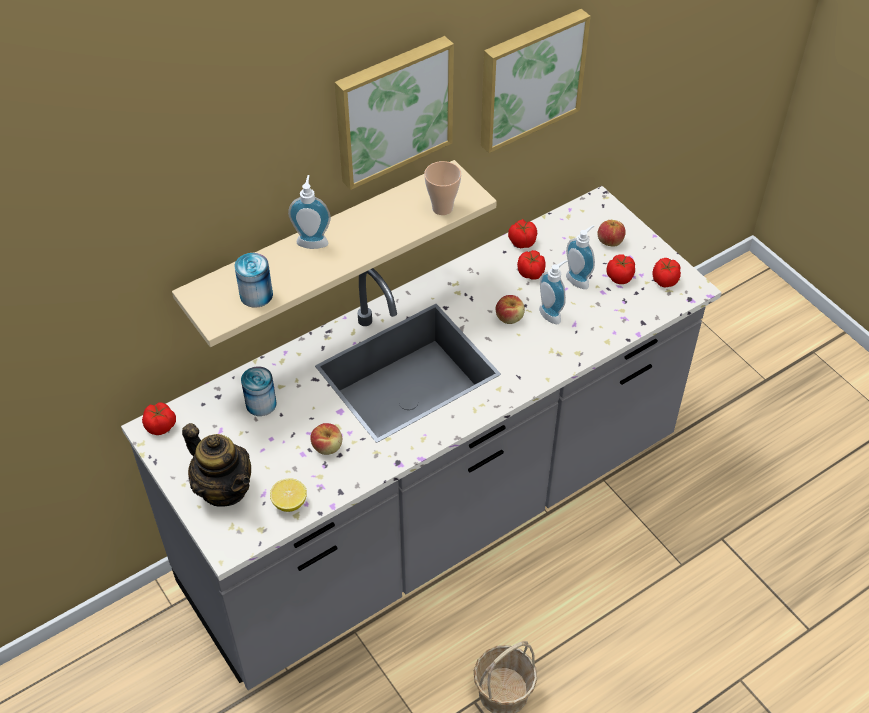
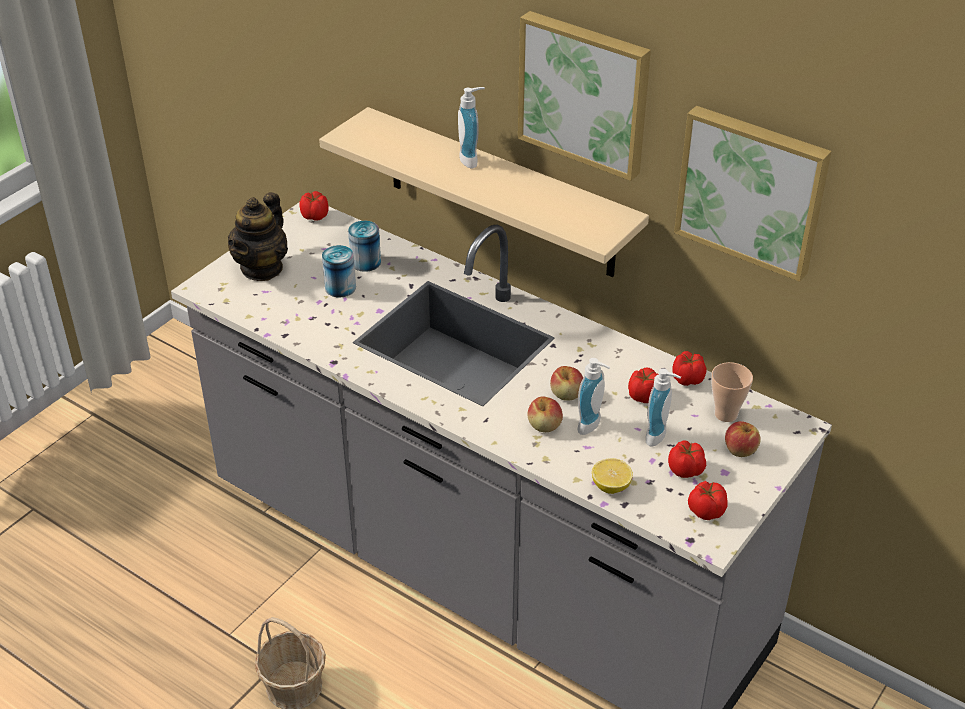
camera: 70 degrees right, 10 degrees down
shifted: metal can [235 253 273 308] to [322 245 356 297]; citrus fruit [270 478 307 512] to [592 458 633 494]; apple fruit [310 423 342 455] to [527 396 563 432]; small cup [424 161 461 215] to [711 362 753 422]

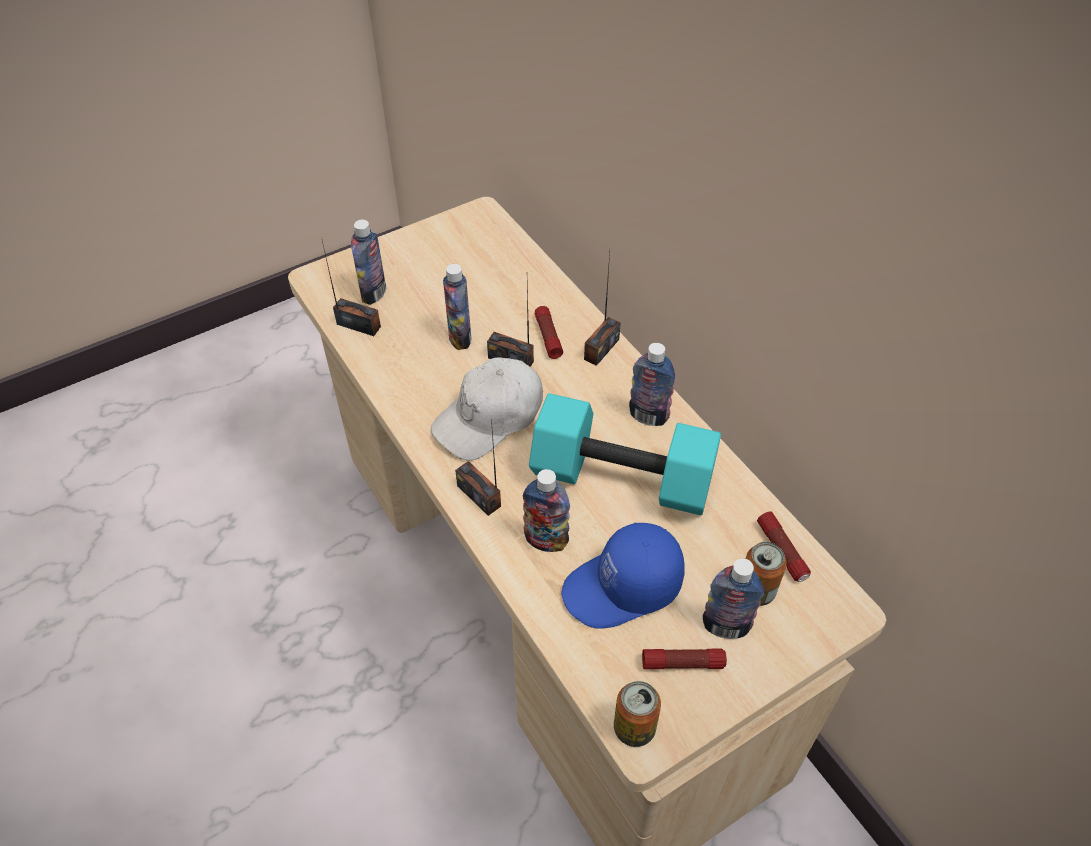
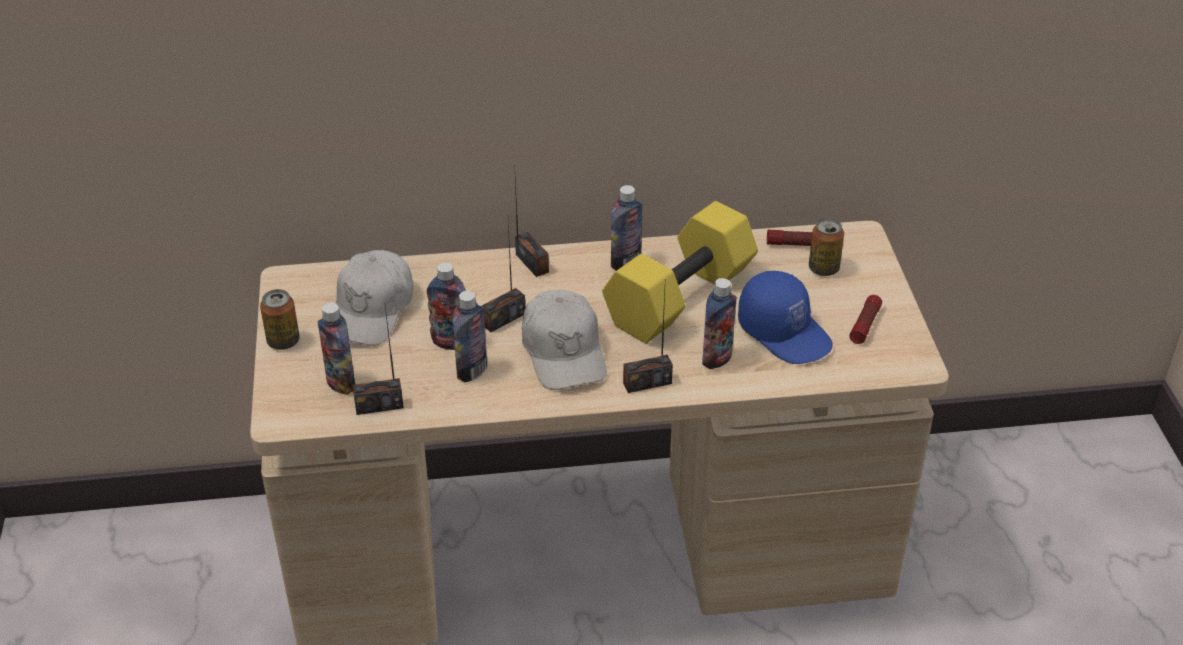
camera: 65 degrees left, 10 degrees down
gone: hand torch [535 306 563 359]
new: cap/white [335 250 413 346]
shifted: metal can [614 681 661 747] to [260 289 300 350]; drink bottle [702 558 764 639] to [453 291 487 382]
repainted: dumbbell/turquoise-coloured [529 393 721 515] to dumbbell/yellowish [602 201 758 344]
rotated: radio set [321 237 381 336] = [352 307 404 415] 150 degrees counterclockwise; cap/blue [561 523 684 629] = [738 271 833 364] 45 degrees counterclockwise

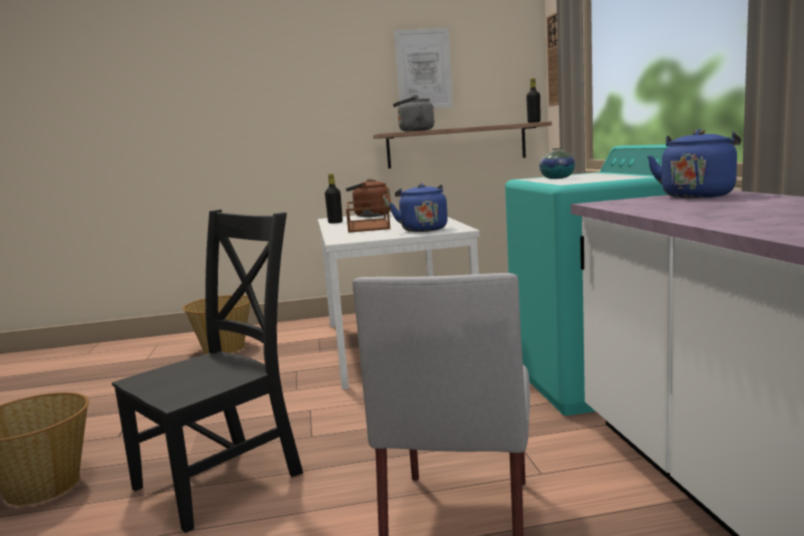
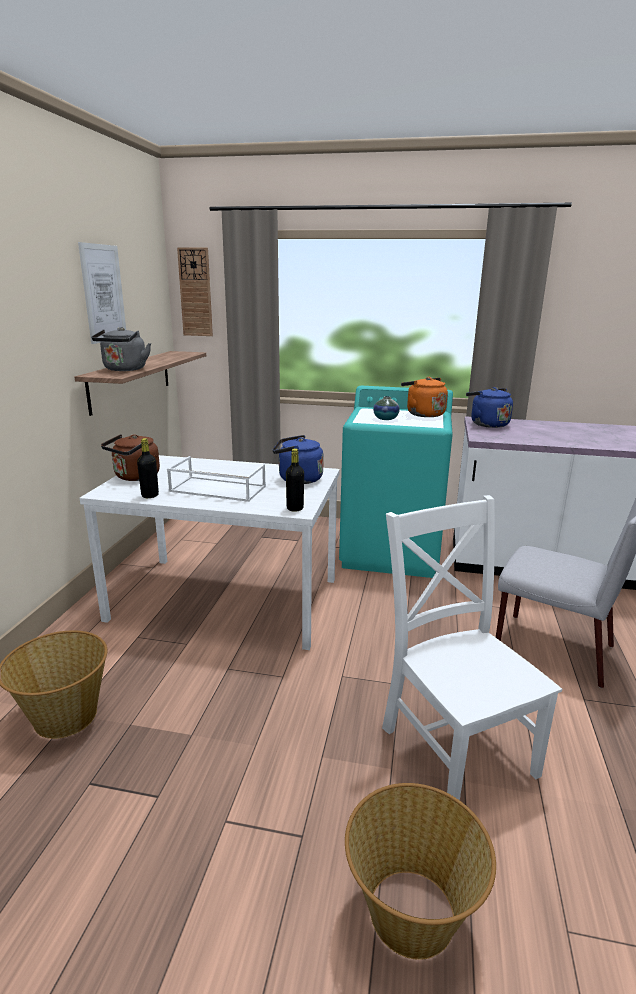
camera: 70 degrees left, 10 degrees up
new: water kettle/orangey [401 377 448 417]
shifted: drink bottle/black [526 78 541 123] to [286 448 304 512]
repainted: upright chair/black [112 210 303 533] to upright chair/white [382 495 562 800]; carrying tray/brownish [346 199 390 233] to carrying tray/white [167 456 266 502]

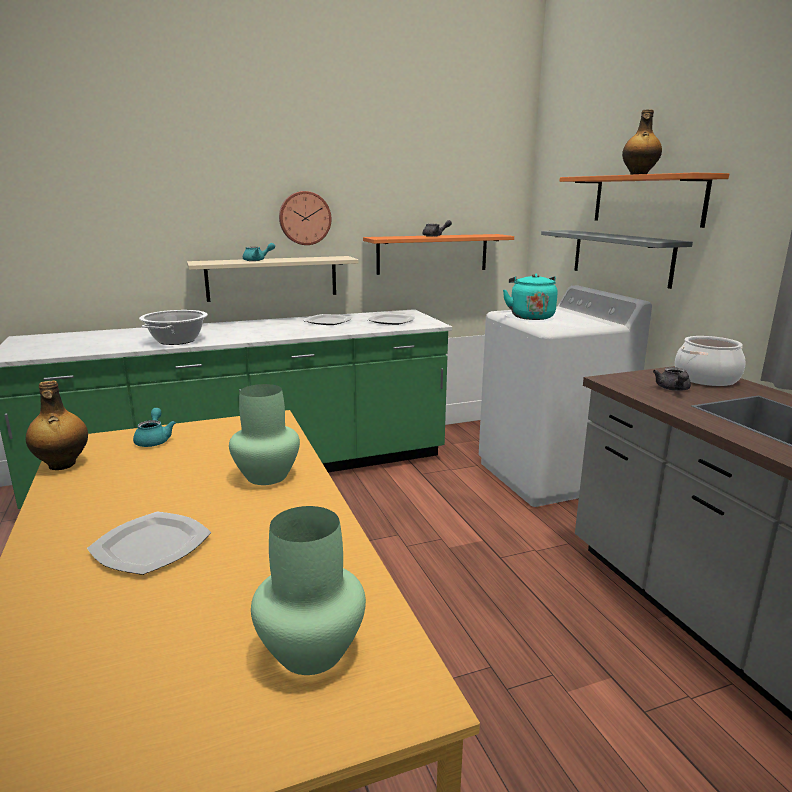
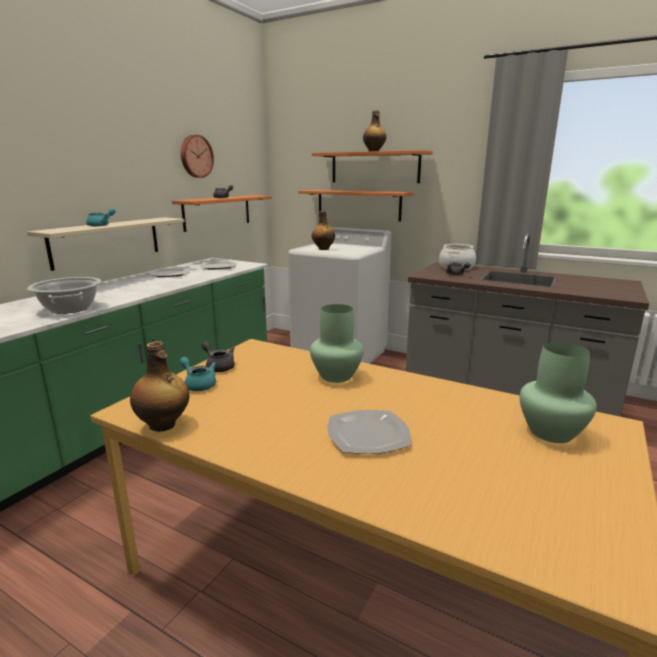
camera: 40 degrees left, 0 degrees up
new: tea pot/gray [202 341 235 372]
shifted: wall clock [279 191 331 245] to [181 135 214 178]
swapped: water kettle/turquoise-coloured [503 274 558 320] to drink bottle [312 211 335 250]
repainted: shelf/gray [541 230 693 289] to shelf/orangey [298 190 413 222]

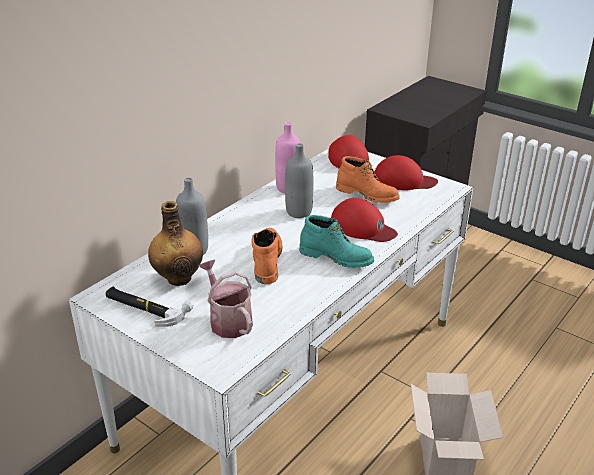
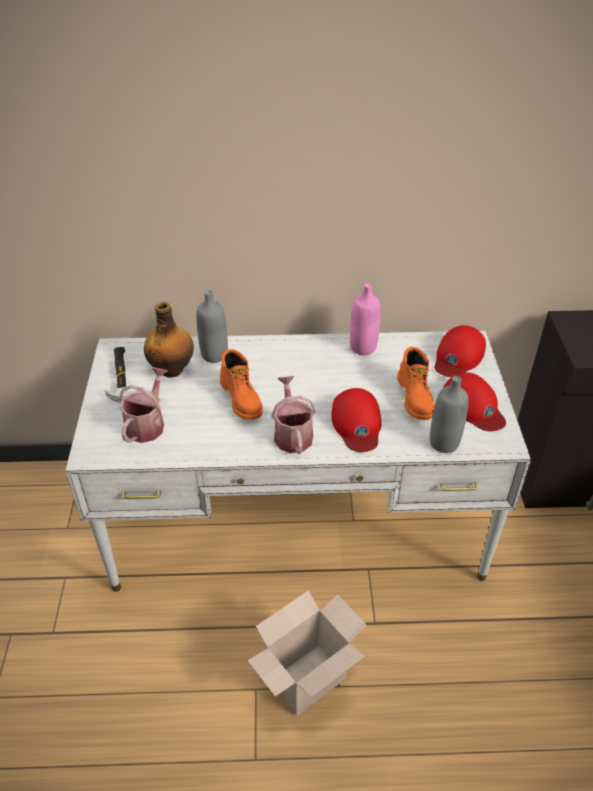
camera: 50 degrees right, 10 degrees up
shifted: drink bottle/gray [285 143 313 218] to [430 376 469 453]
swapped: tall boot/turquoise-coloured [299 215 374 268] to watering can [271 376 316 454]
rotated: tall boot/orangey [251 228 283 284] = [220 349 263 420] 105 degrees clockwise

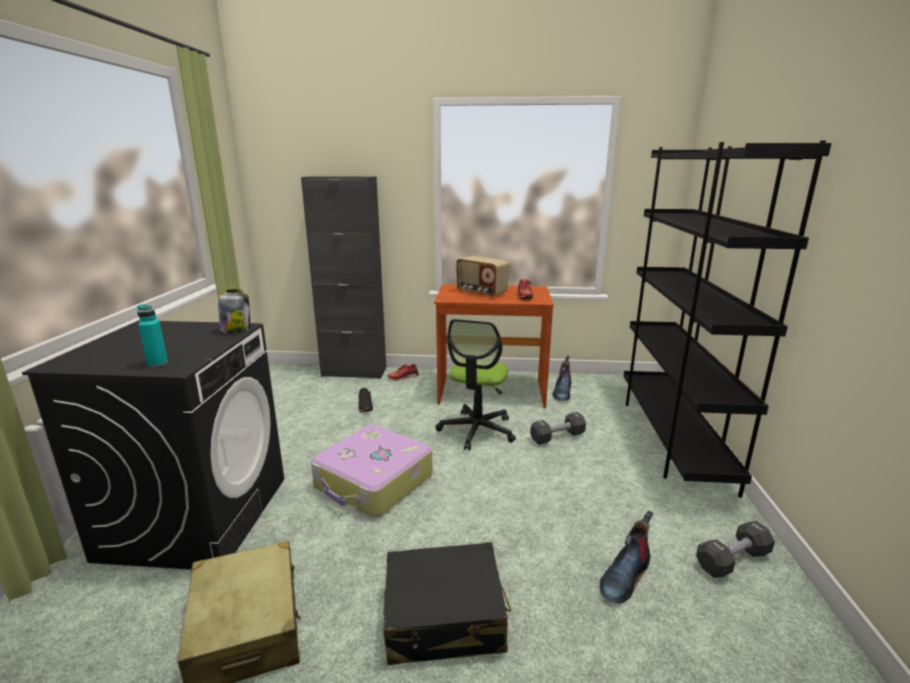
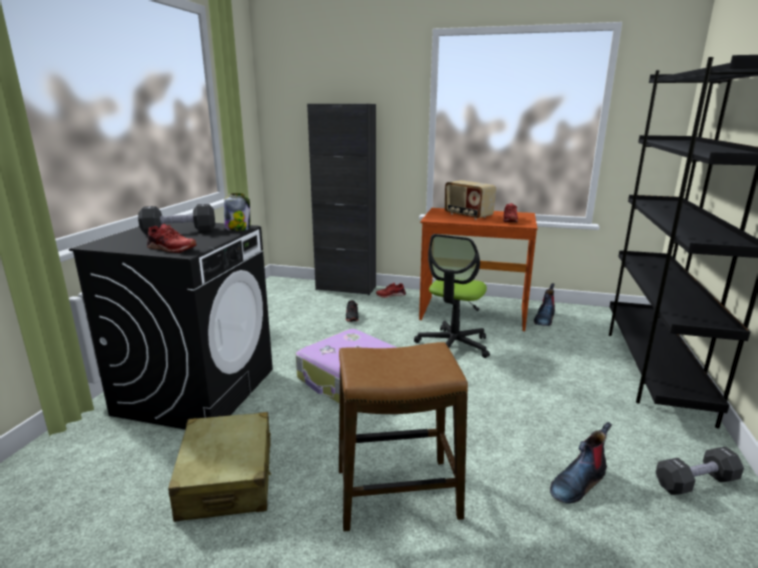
camera: 10 degrees right, 0 degrees up
shifted: dumbbell/black [530 412 586 445] to [138 204 215 235]
swapped: drink bottle/turquoise-coloured [137 304 168 367] to item of footwear/red-coloured [147 224 196 253]; travel case/black [383 542 511 665] to stool seat [339 342 468 531]

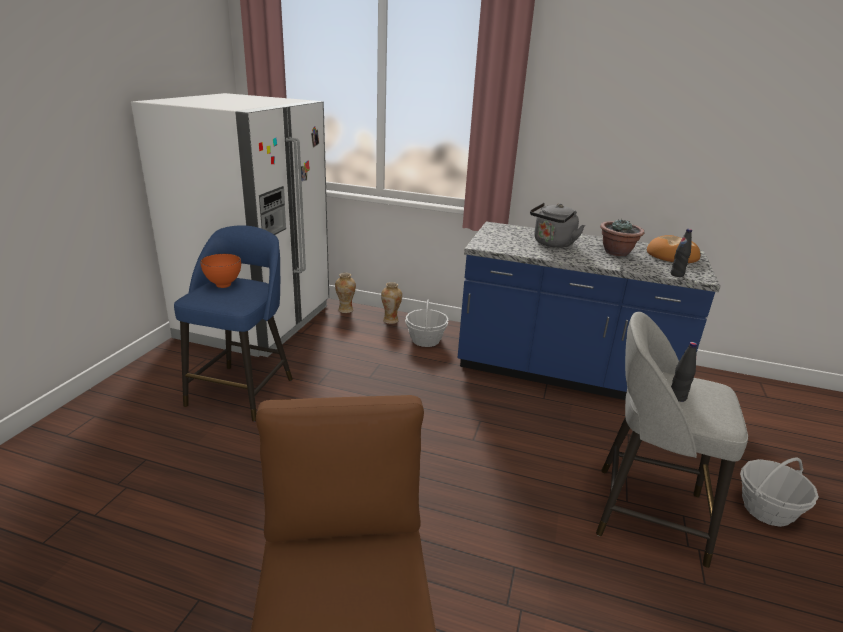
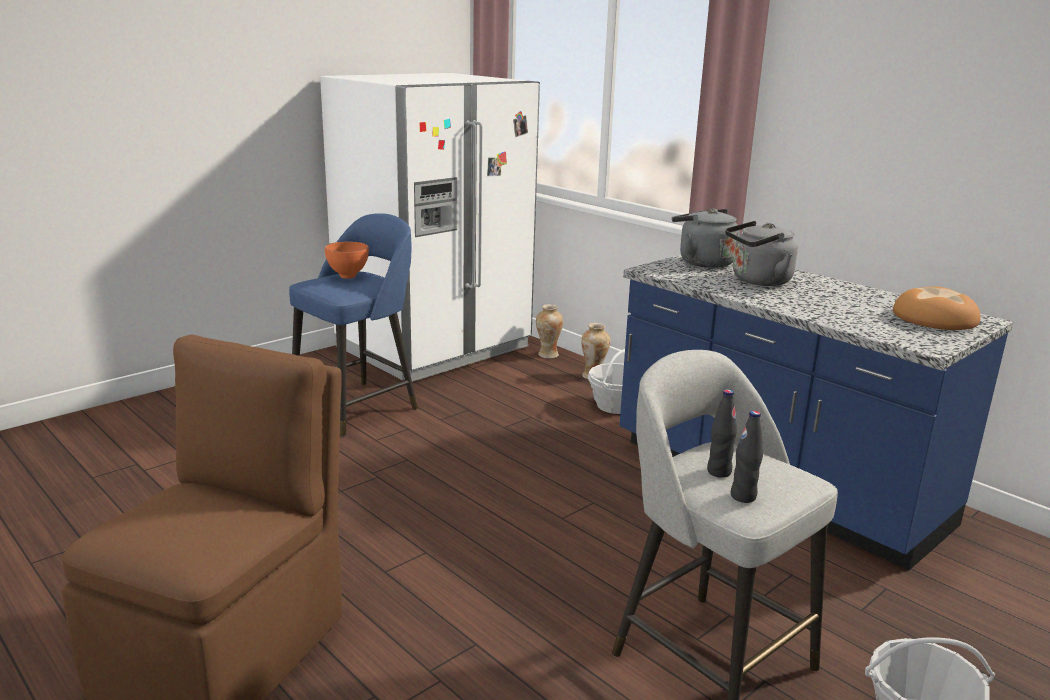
camera: 30 degrees right, 5 degrees down
gone: plant in a pot [600 219 645 256]
new: water kettle/gray [672 208 740 268]
shifted: drink bottle/black [670 229 692 277] to [731 411 763 503]

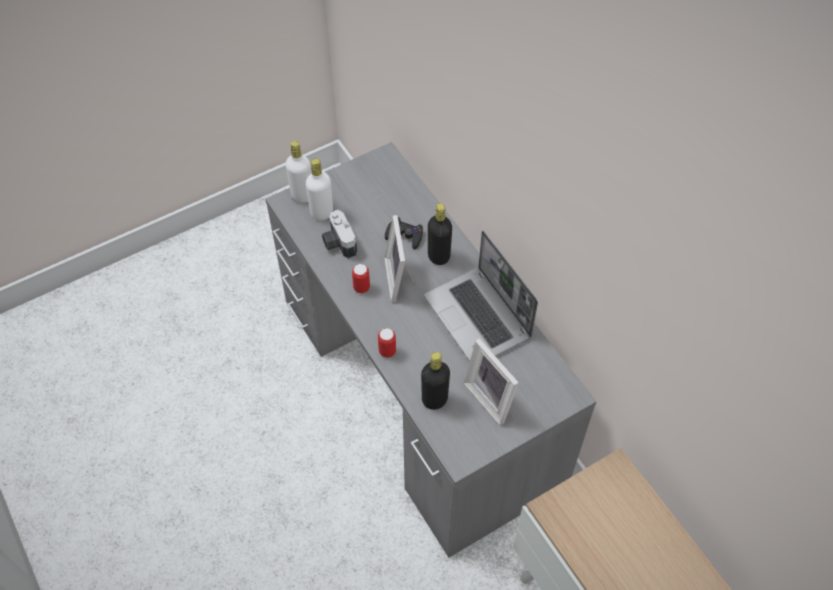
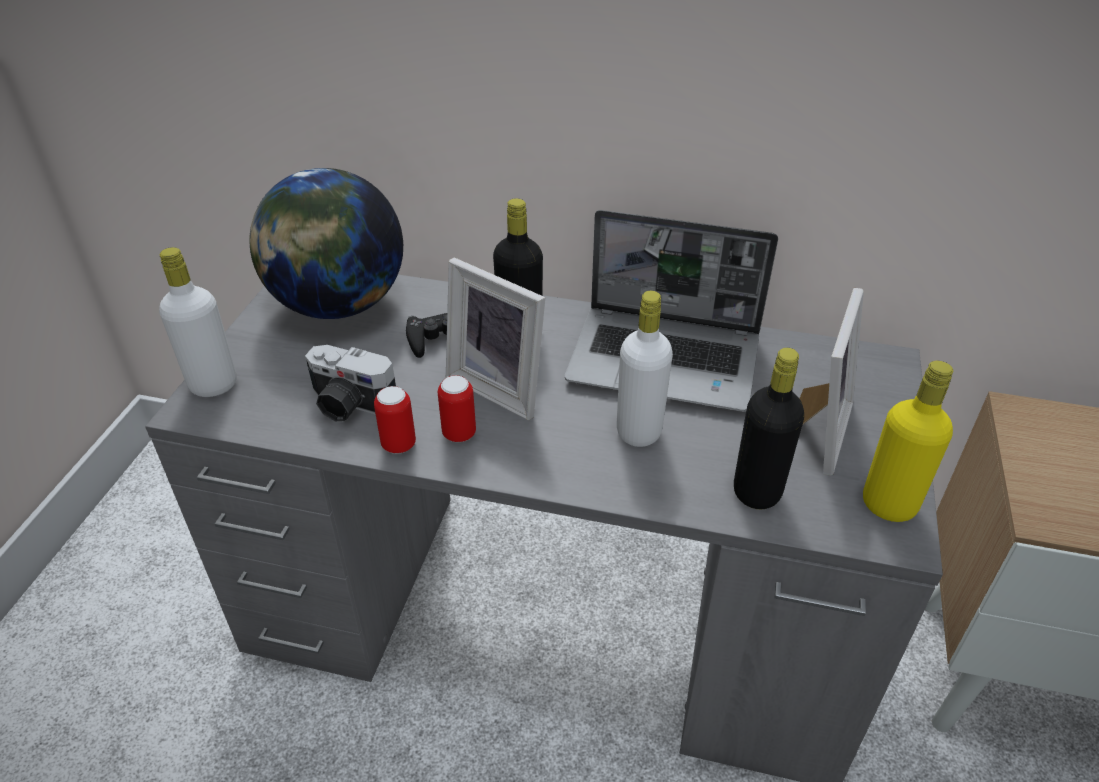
camera: 45 degrees left, 15 degrees down
new: desk globe [249 168 403 319]; drink bottle/yellowish [863 361 953 522]
shifted: drink bottle/white [305 159 333 220] to [617 291 673 447]; metal can [378 328 396 358] to [374 386 416 454]
rotated: photo frame [464 339 519 426] = [799 288 864 475] 75 degrees counterclockwise

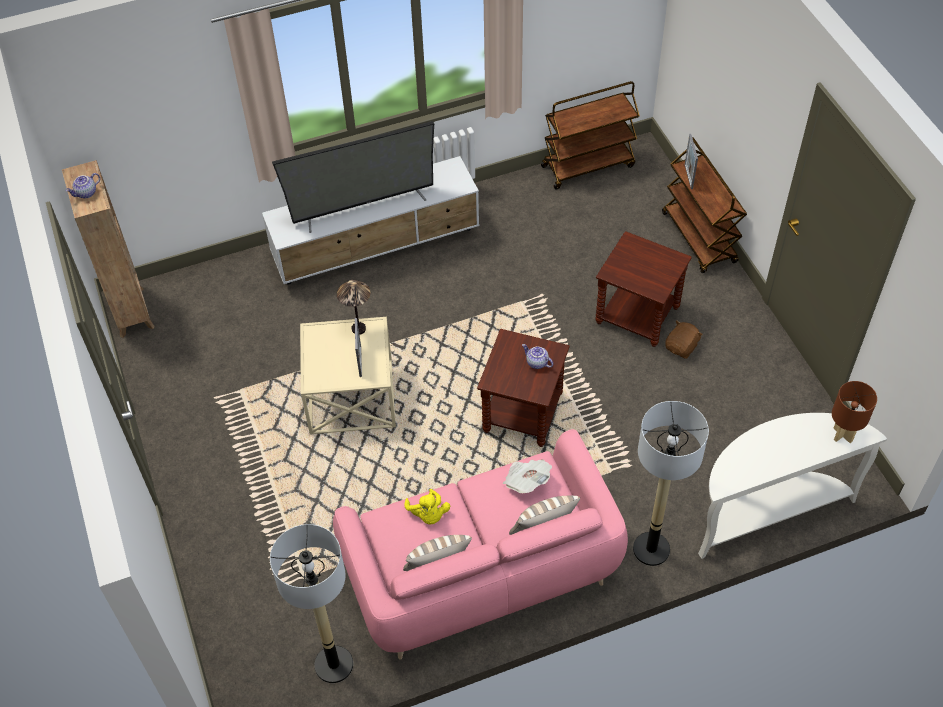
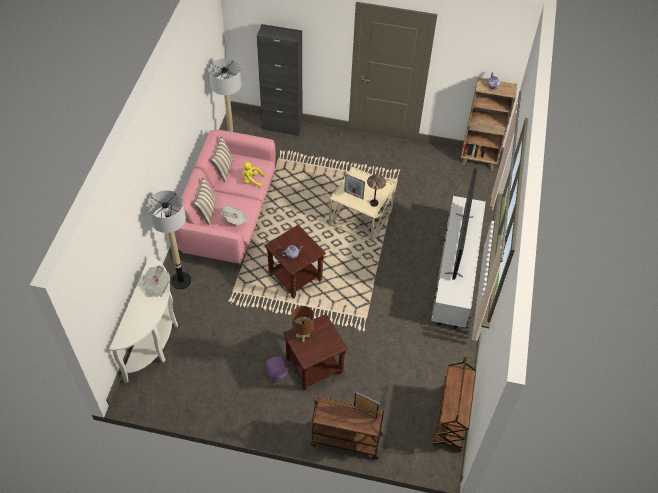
camera: 120 degrees right, 0 degrees up
new: printed paper [143 265 170 297]; storage cabinet/black [257 24 303 136]
shifted: table lamp/brownish [832 381 877 443] to [292 306 314 342]
repainted: plush toy/brownish [665 320 703 359] to plush toy/purplish [266 356 288 381]

